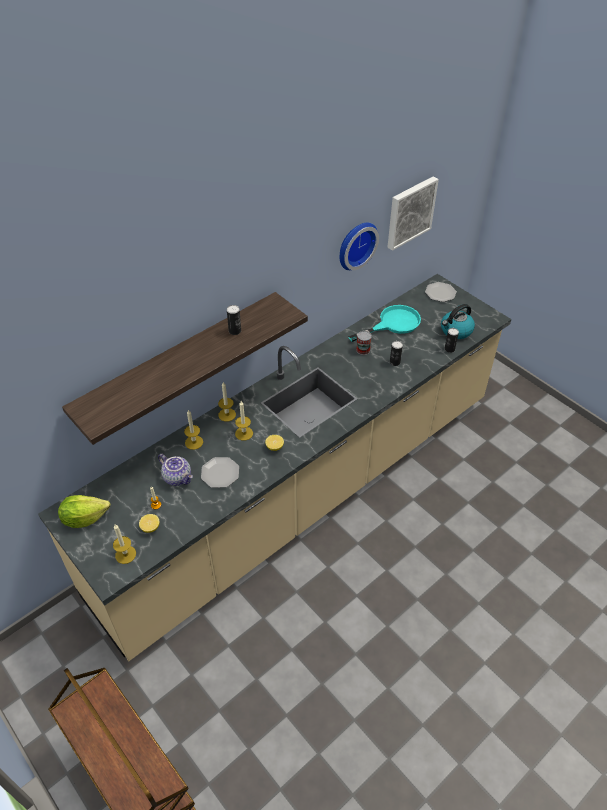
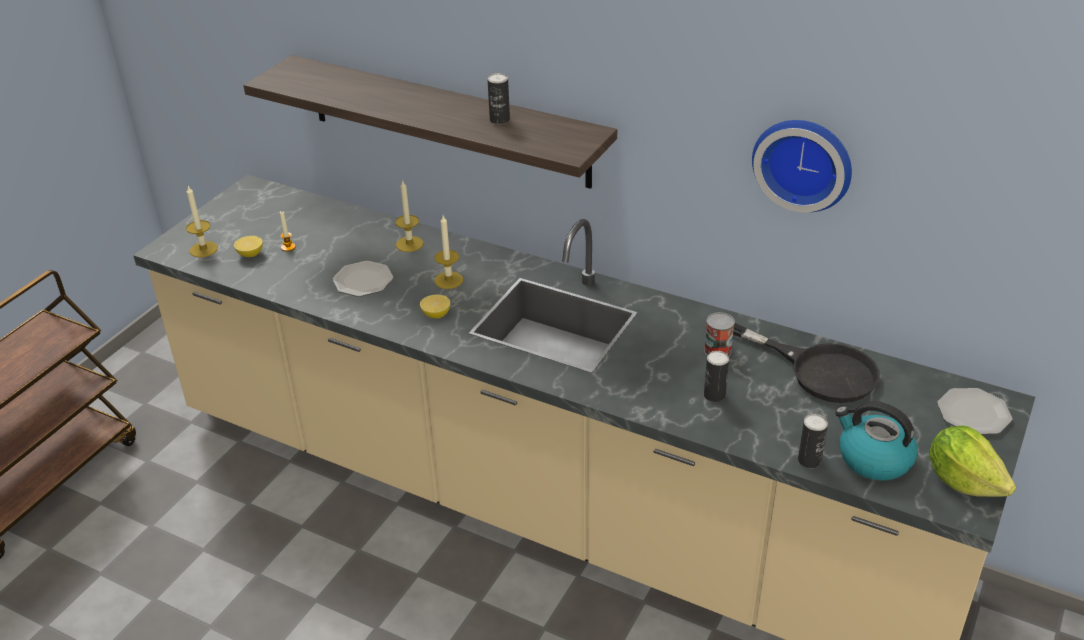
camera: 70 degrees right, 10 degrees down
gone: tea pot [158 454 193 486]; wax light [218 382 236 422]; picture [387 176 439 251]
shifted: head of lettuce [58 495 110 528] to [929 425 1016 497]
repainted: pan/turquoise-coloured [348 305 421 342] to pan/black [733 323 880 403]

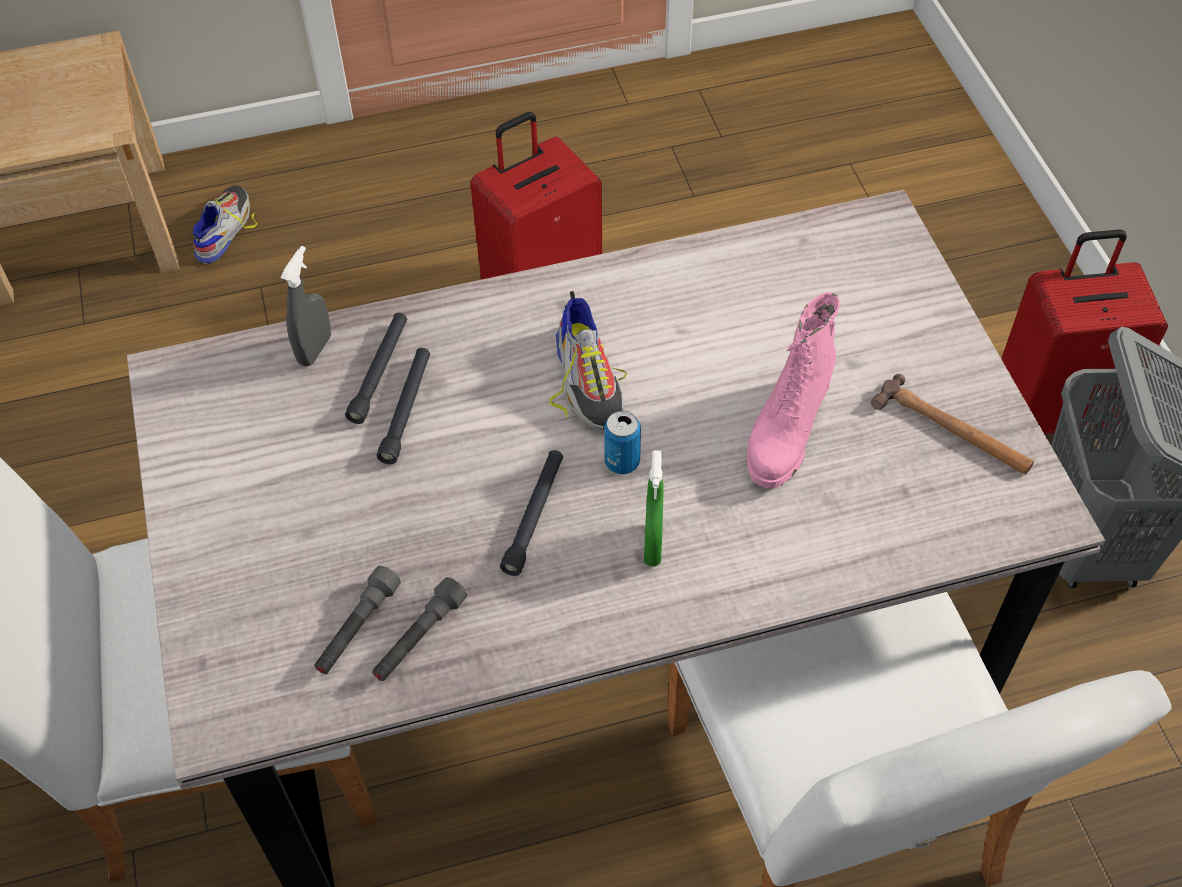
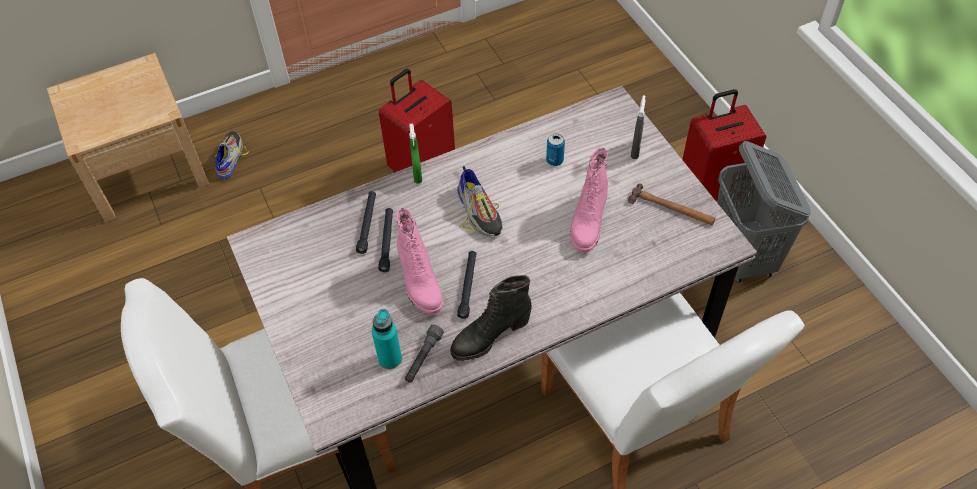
camera: 10 degrees left, 0 degrees up
new: tall boot/pink-coloured [396 208 443 315]; tall boot/black [450 275 532 361]
shifted: spray bottle/gray [280 246 331 366] to [630 95 645 159]; metal can [604 411 641 474] to [546 133 565 166]; spray bottle/greenish [644 450 664 567] to [409 124 422 183]
swapped: hand torch/gray [314 566 401 674] to drink bottle/turquoise-coloured [372 309 402 369]

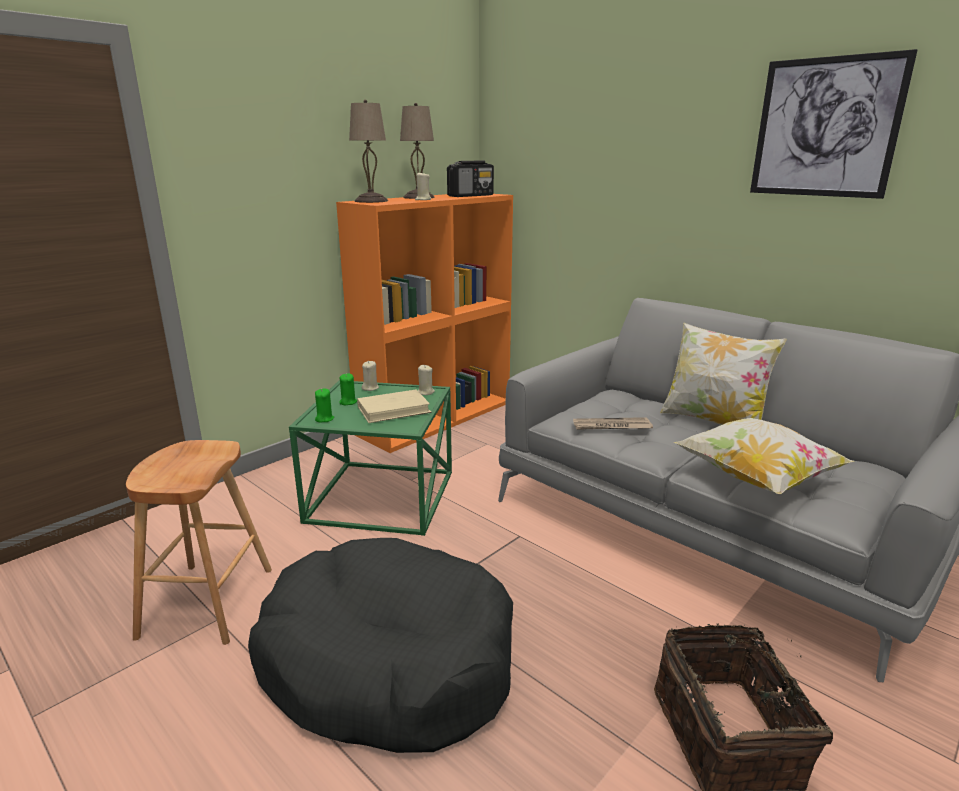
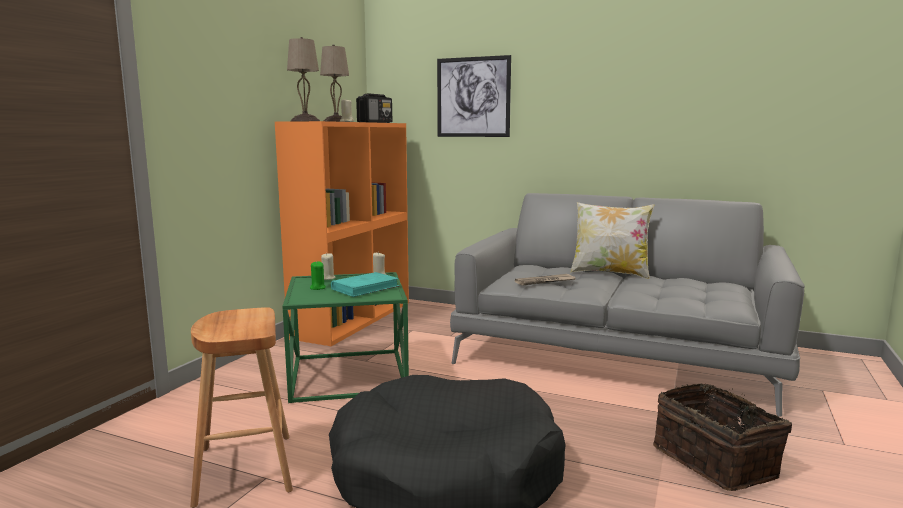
camera: 20 degrees left, 10 degrees down
gone: wax light/greenish [315 388 334 422]; cushion [674 418 854 494]
shifted: picture [750 49 917 199] to [437 55 511 137]
repainted: bound book/beige [357 390 432 423] to bound book/turquoise-coloured [331 272 400 297]

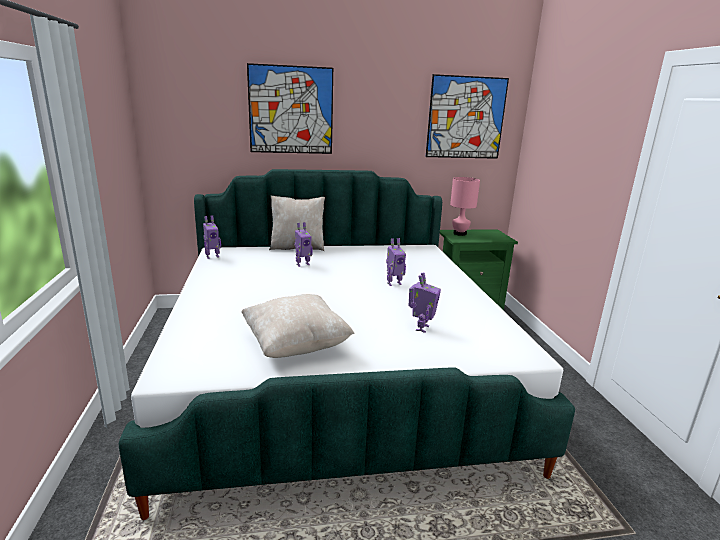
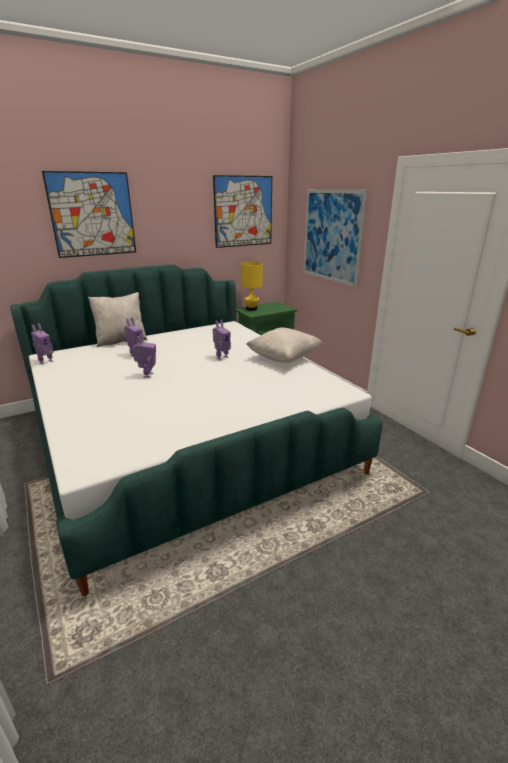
camera: 20 degrees left, 5 degrees up
new: picture [303 189 367 287]
shifted: cushion/beige [241 294 355 358] to [246 328 322 363]; robot figure [409 272 441 333] to [132 334 156 378]
repainted: table lamp/pink-coloured [450 177 480 236] to table lamp/yellowish [241 262 263 311]

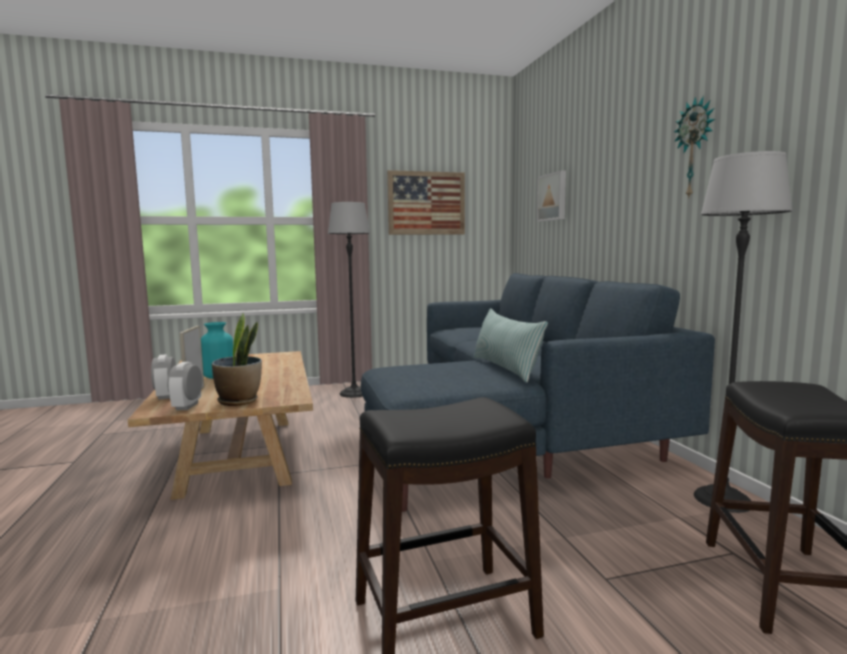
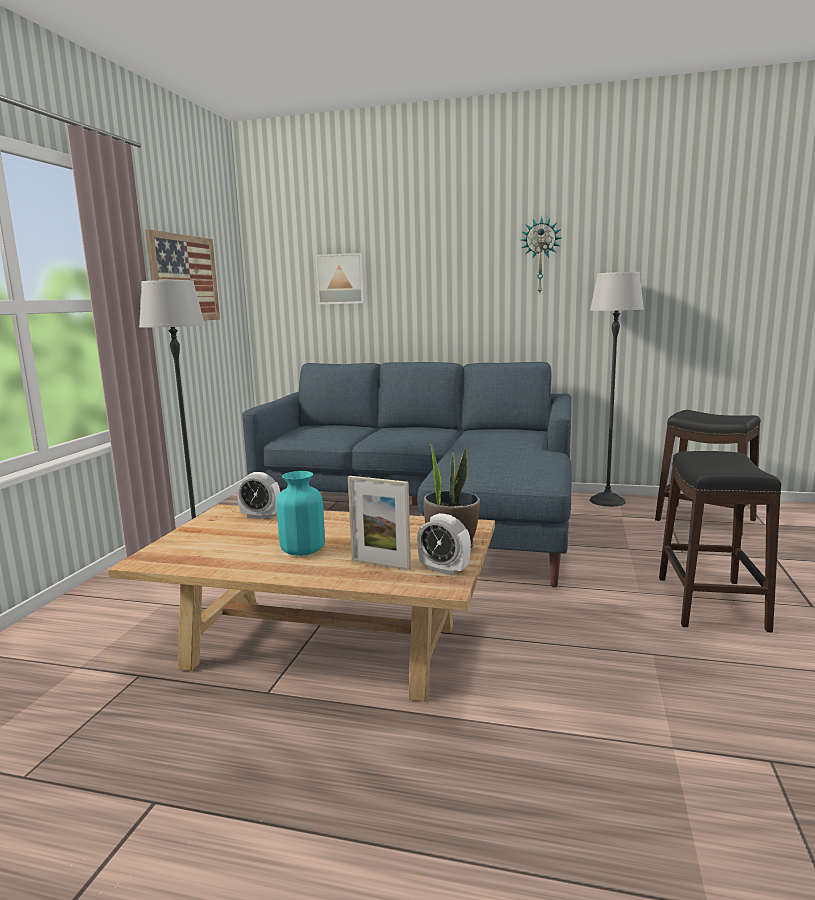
camera: 60 degrees left, 5 degrees up
gone: cushion [474 309 548 383]
shifted: table clock [151 354 176 400] to [237 472 280 519]

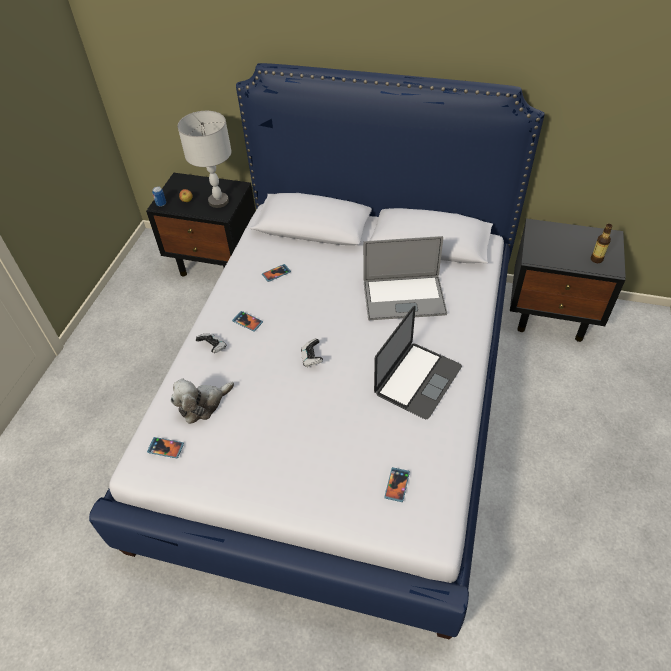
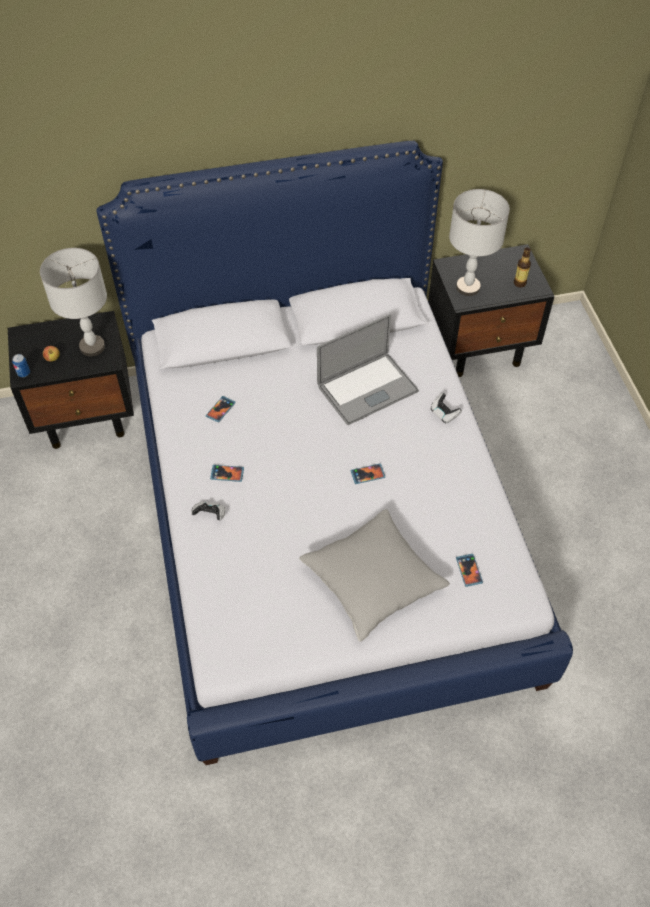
camera: 30 degrees left, 5 degrees up
gone: plush toy [171 379 234 424]; laptop [374 306 462 419]
new: cushion/gray [299 509 450 642]; table lamp/gray [449 189 510 296]
shifted: telephone [147 437 184 458] to [351 464 385 484]; game controller [301 338 323 367] to [431 393 462 424]

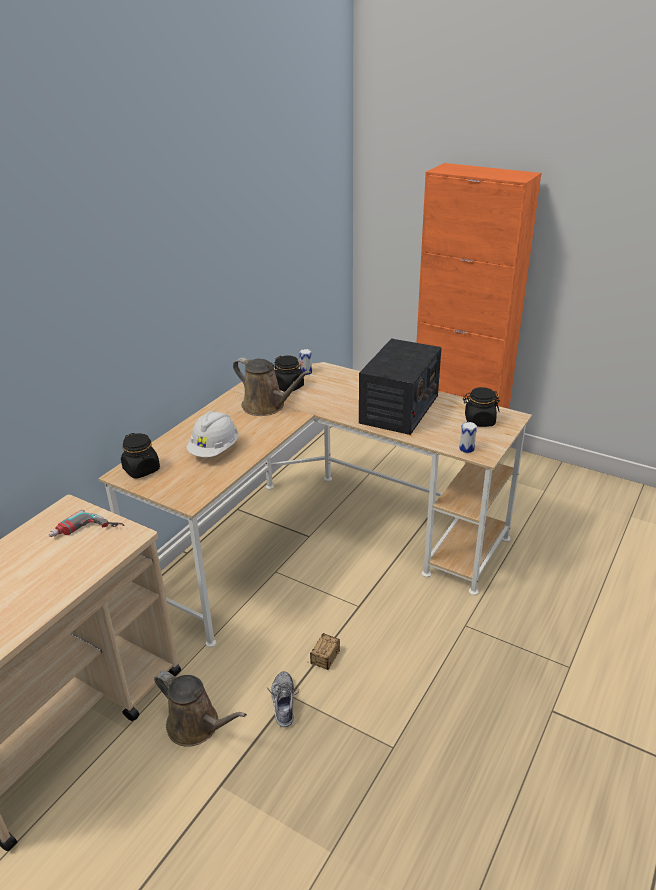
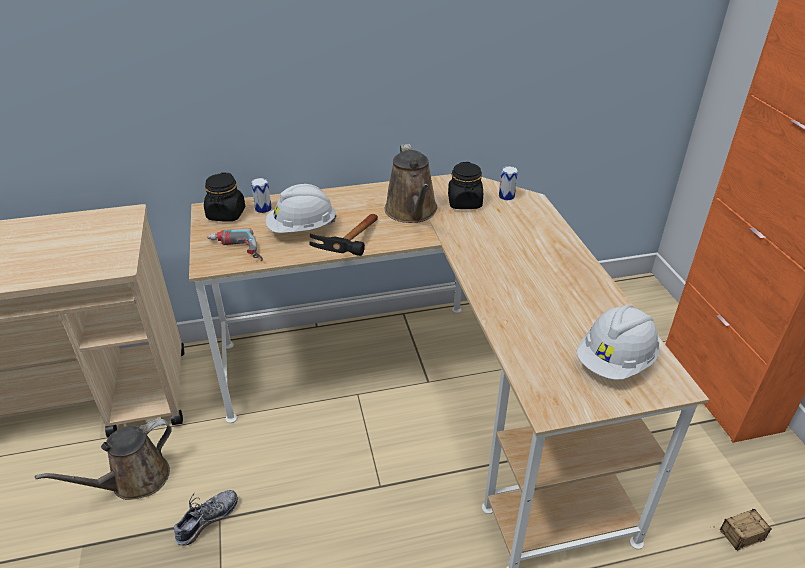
camera: 45 degrees right, 5 degrees up
gone: radio set [359 338 442 435]
new: tool hammer [309 214 378 256]
shifted: power drill [49 510 124 537] to [207 228 263 261]; storage bin [310 633 340 670] to [720 509 771 551]; metal can [459 422 477 453] to [251 178 272 213]
swapped: jar/black [463 387 500 427] to work helmet/white [577 305 660 380]
rotated: watering can/brownish [154 671 247 747] = [35 419 172 500] 60 degrees clockwise

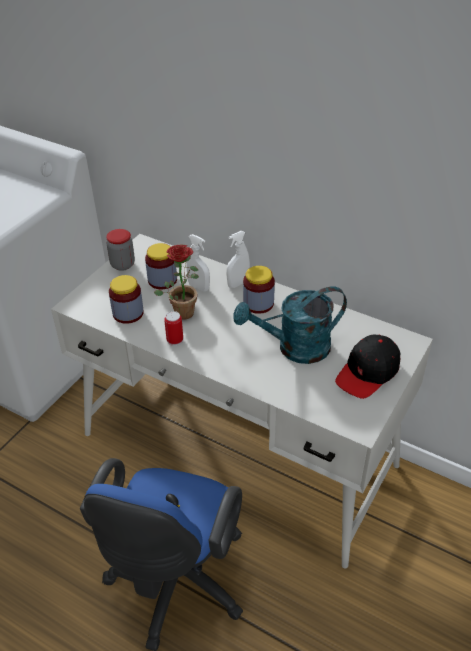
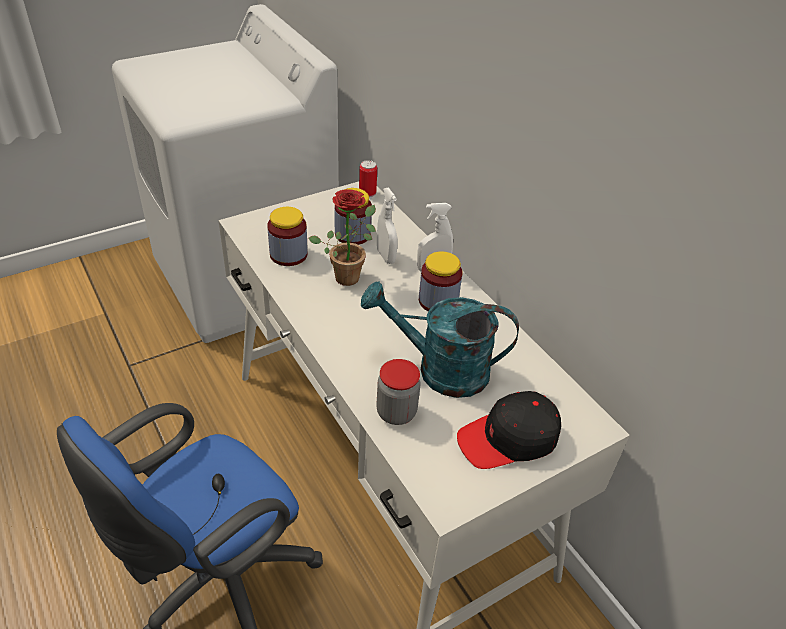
camera: 25 degrees right, 0 degrees up
shifted: jar [106 229 135 271] to [376 359 420 425]; metal can [164 311 183 346] to [359 160 377 199]

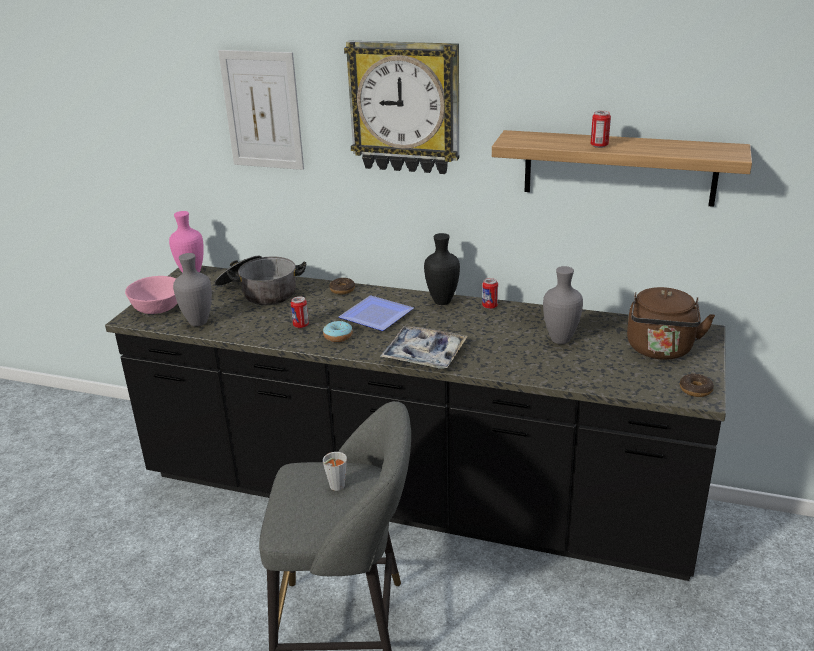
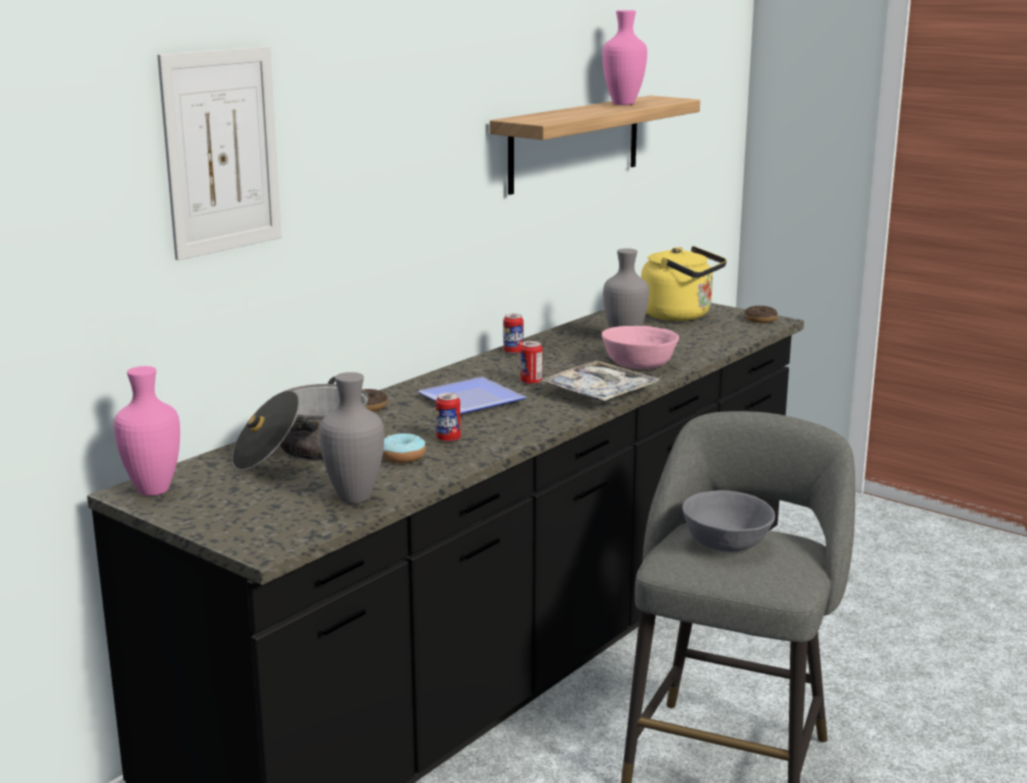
camera: 70 degrees left, 10 degrees down
gone: wall clock [344 41 459 174]; flower vase/black [424 233 460 305]
new: flower vase/pink-coloured [602 10 647 105]
shifted: serving bowl/pink-coloured [125 276 177 314] to [602 326 679 369]; doughnut [323 321 353 342] to [382 433 426 463]; metal can [591 111 611 148] to [521 341 543 385]
swapped: small cup/gray [323 452 347 491] to serving bowl/gray [682 490 775 552]
repainted: water kettle/brownish [627 287 715 360] to water kettle/yellowish [641 246 727 321]

